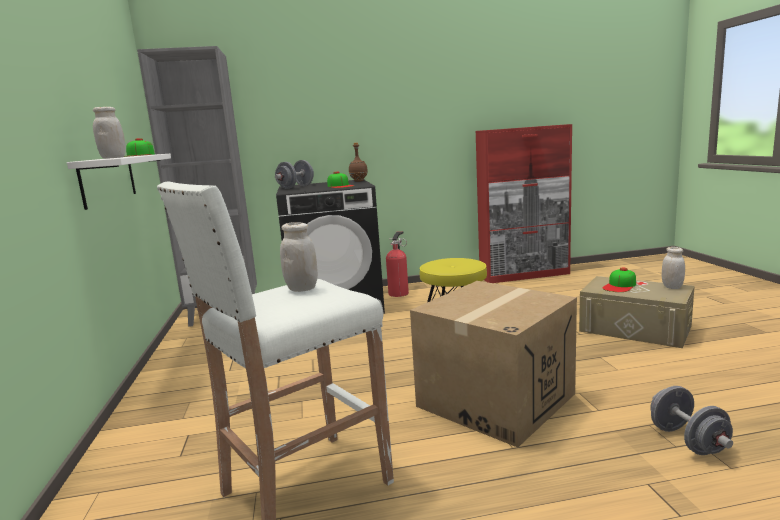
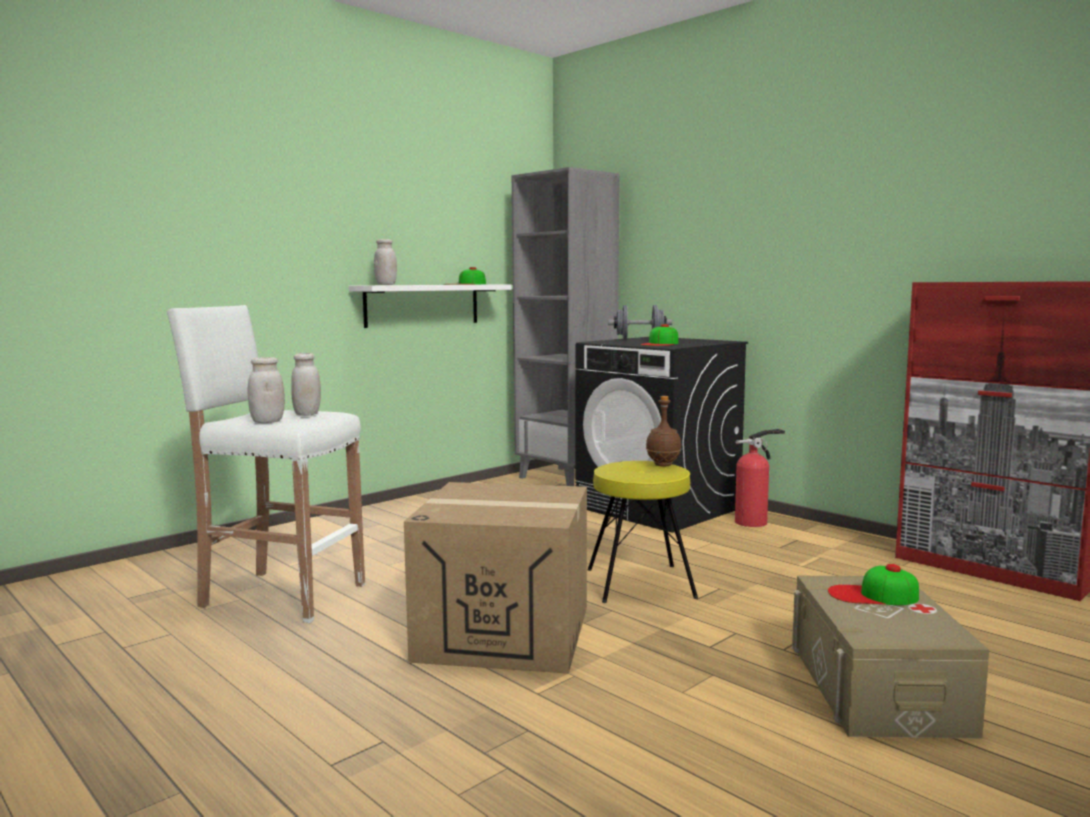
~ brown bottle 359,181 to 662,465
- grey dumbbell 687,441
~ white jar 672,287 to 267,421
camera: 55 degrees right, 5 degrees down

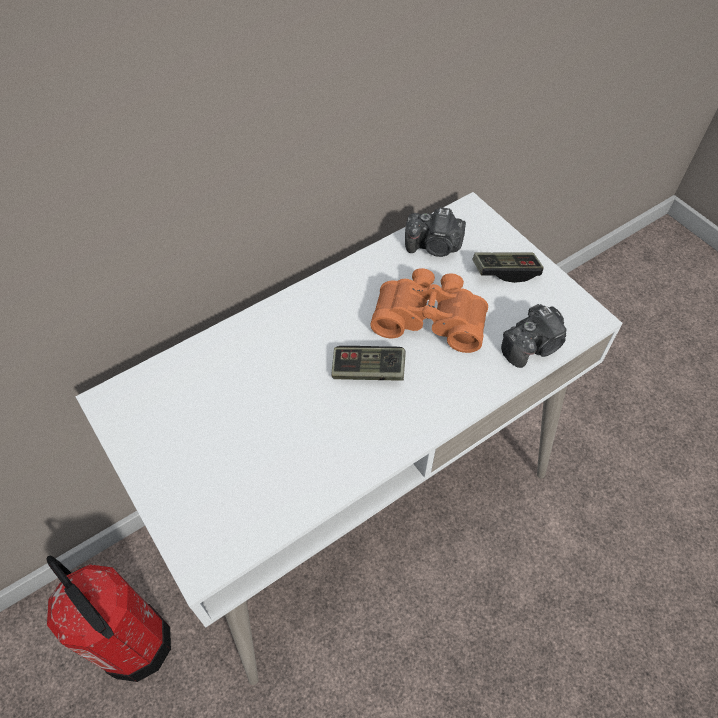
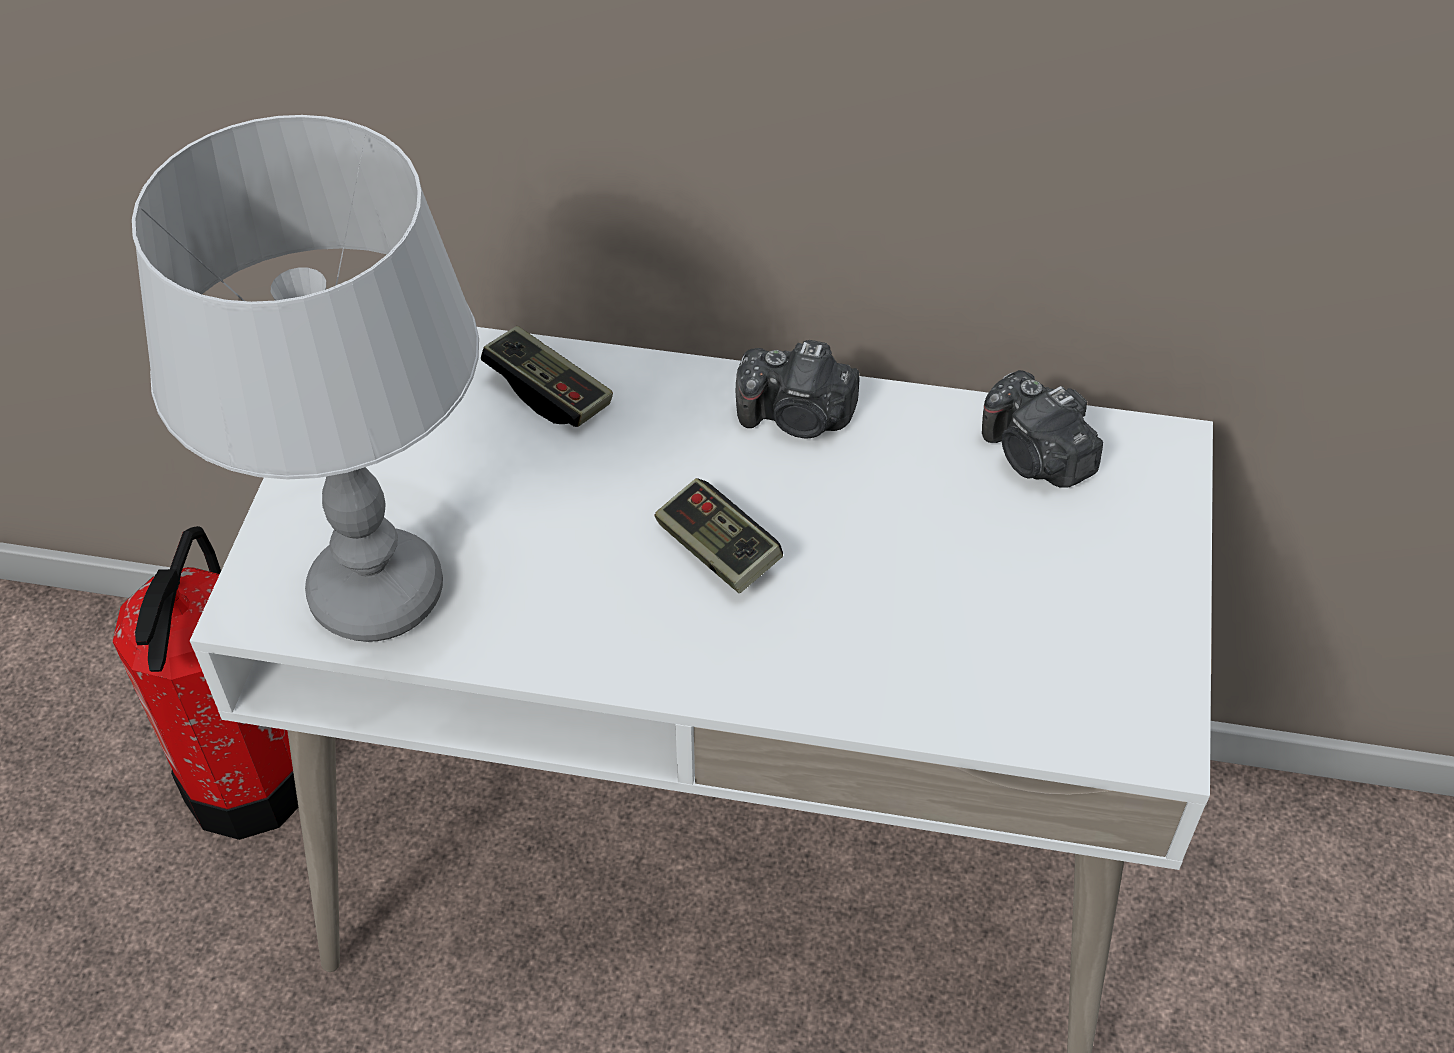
- orange binoculars 430,317
~ game controller 505,272 to 548,392
~ photo camera 532,346 to 797,417
+ grey table lamp 377,592
camera: 45 degrees right, 5 degrees down

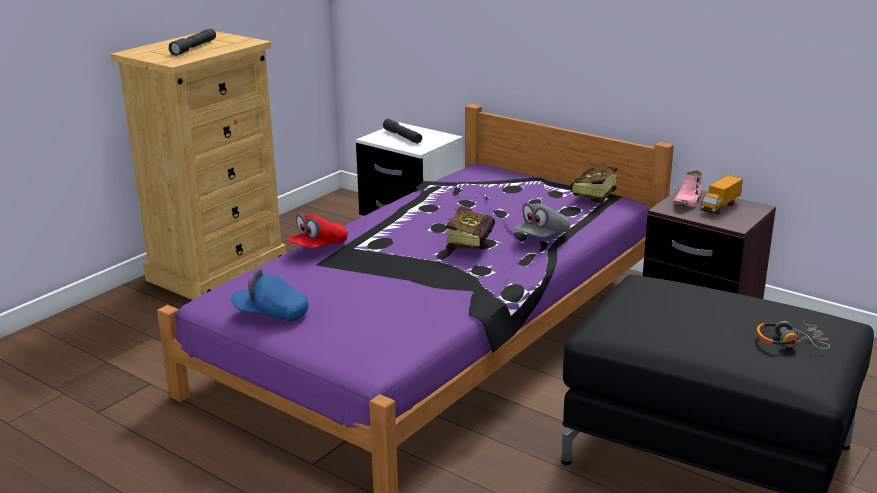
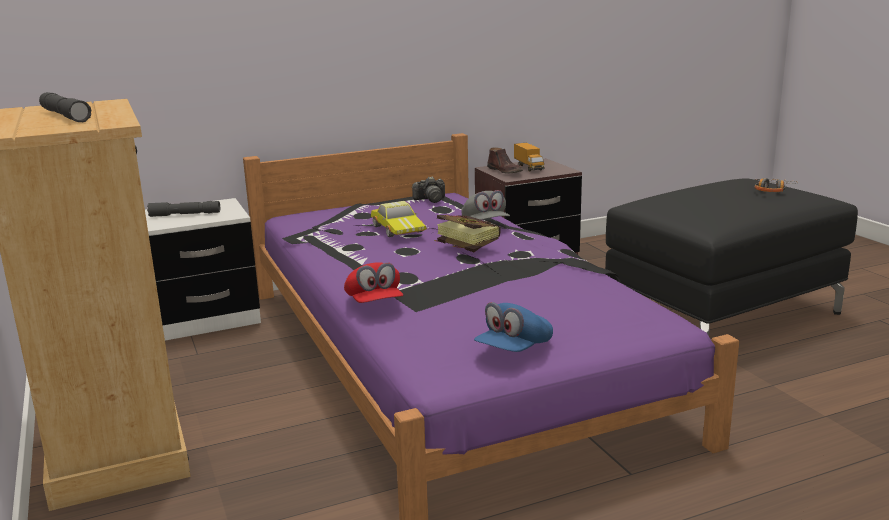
~ book 591,199 to photo camera 430,199
~ pink shoe 688,201 to brown shoe 505,171
+ toy car 399,229
camera: 60 degrees left, 5 degrees down

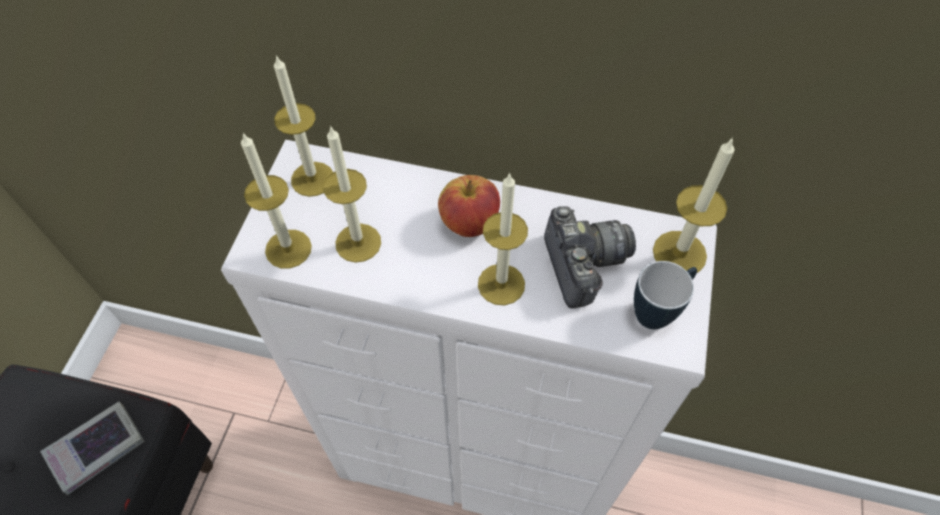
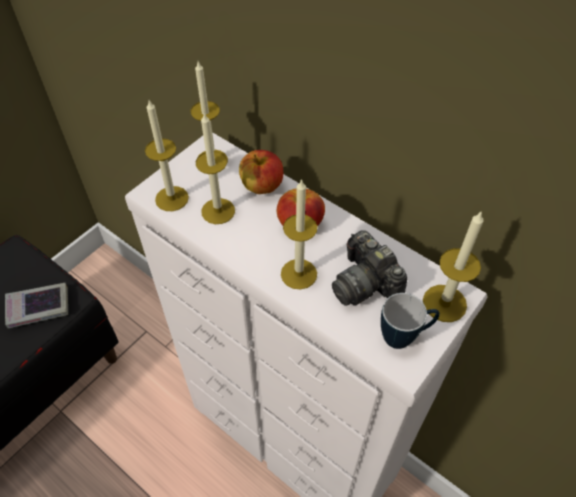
~ photo camera 582,264 = 365,283 135 degrees clockwise
+ apple 262,187
camera: 25 degrees right, 5 degrees down

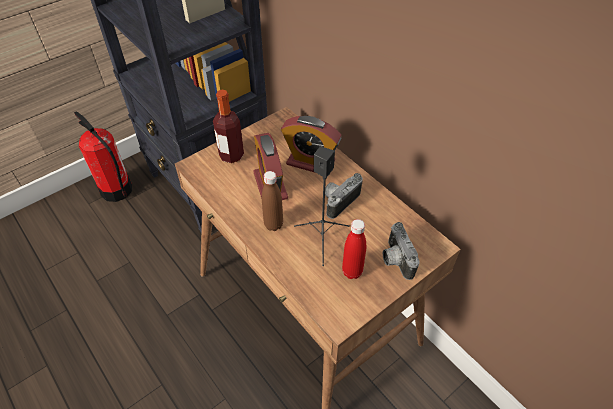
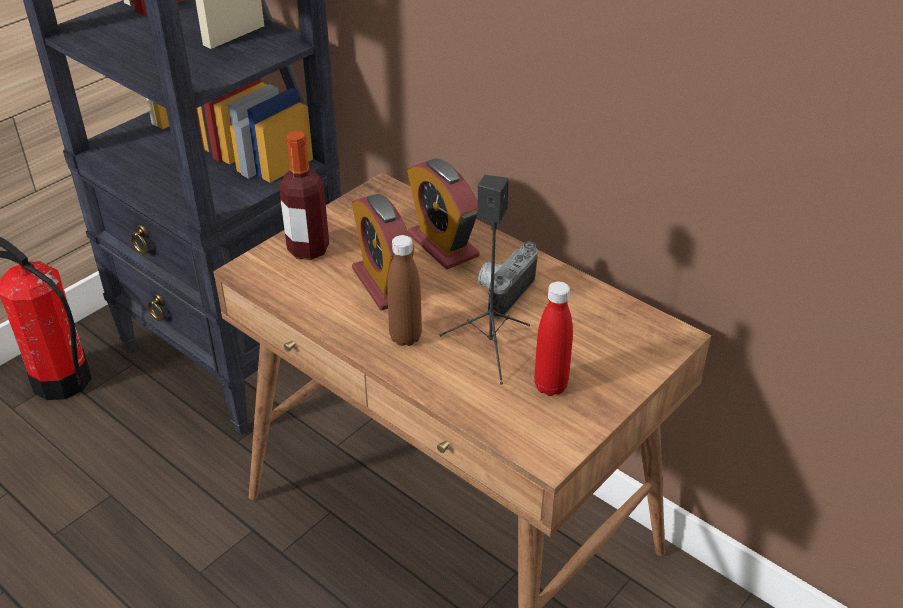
~ alarm clock 310,162 = 443,245 45 degrees clockwise
- photo camera 395,260
camera: 10 degrees left, 10 degrees down

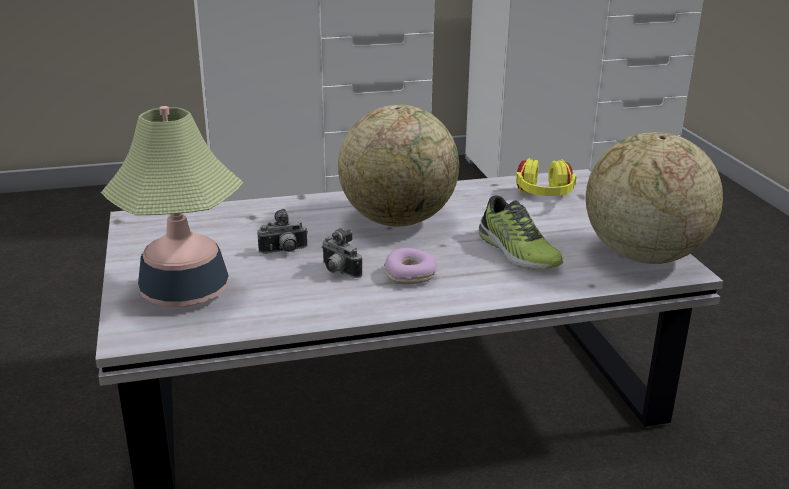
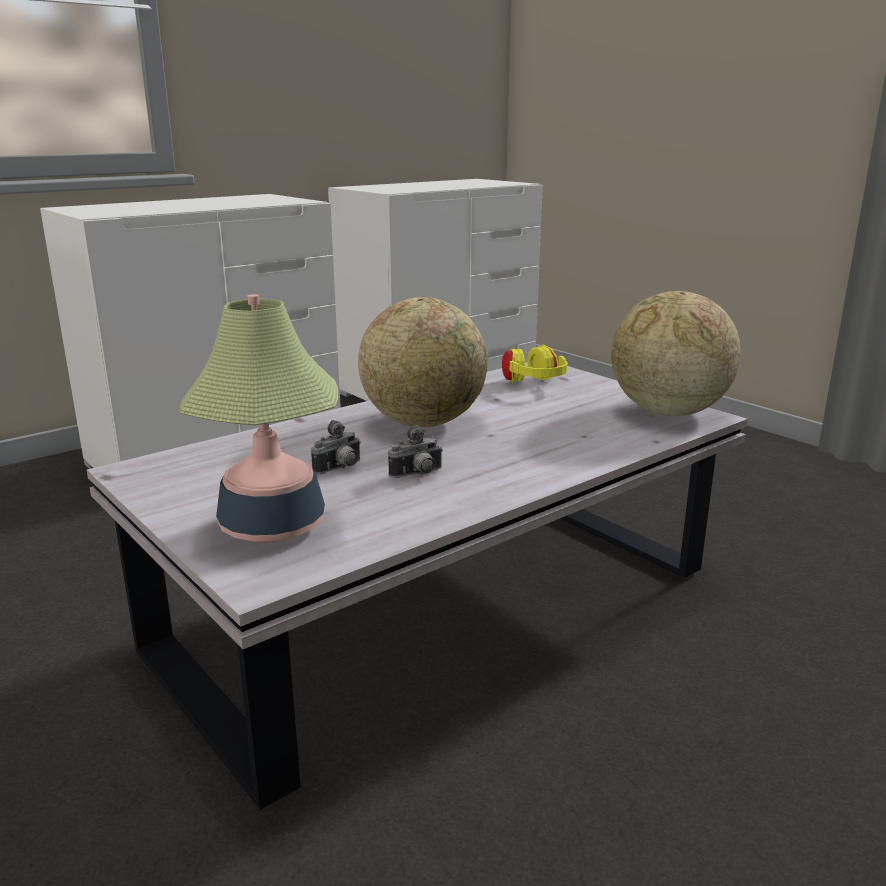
~ photo camera 338,271 = 418,475 45 degrees counterclockwise
- donut 410,275
- shoe 516,252
camera: 25 degrees left, 5 degrees down

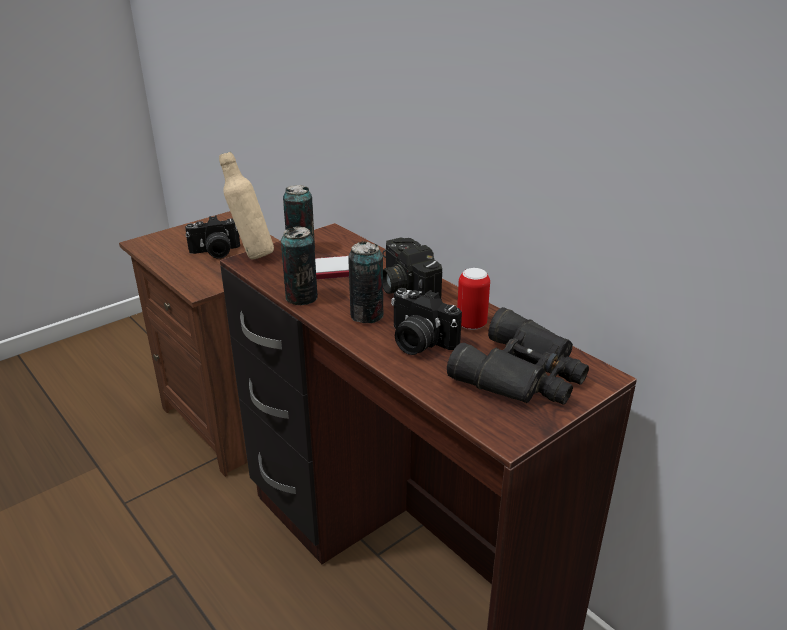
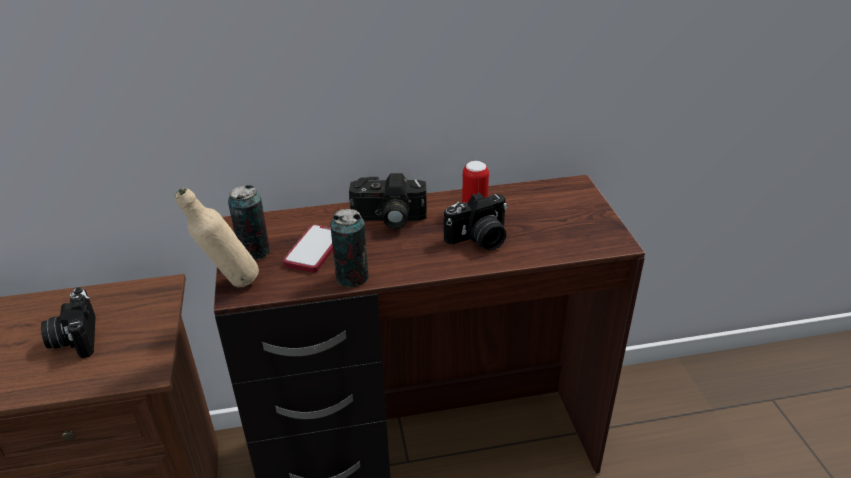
~ photo camera 215,252 = 75,338 150 degrees clockwise
- can 367,315
- black binoculars 524,374
camera: 60 degrees left, 5 degrees up

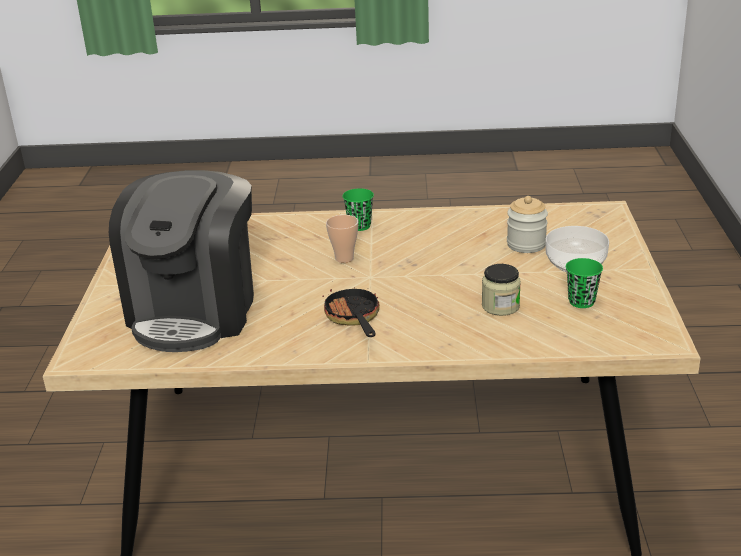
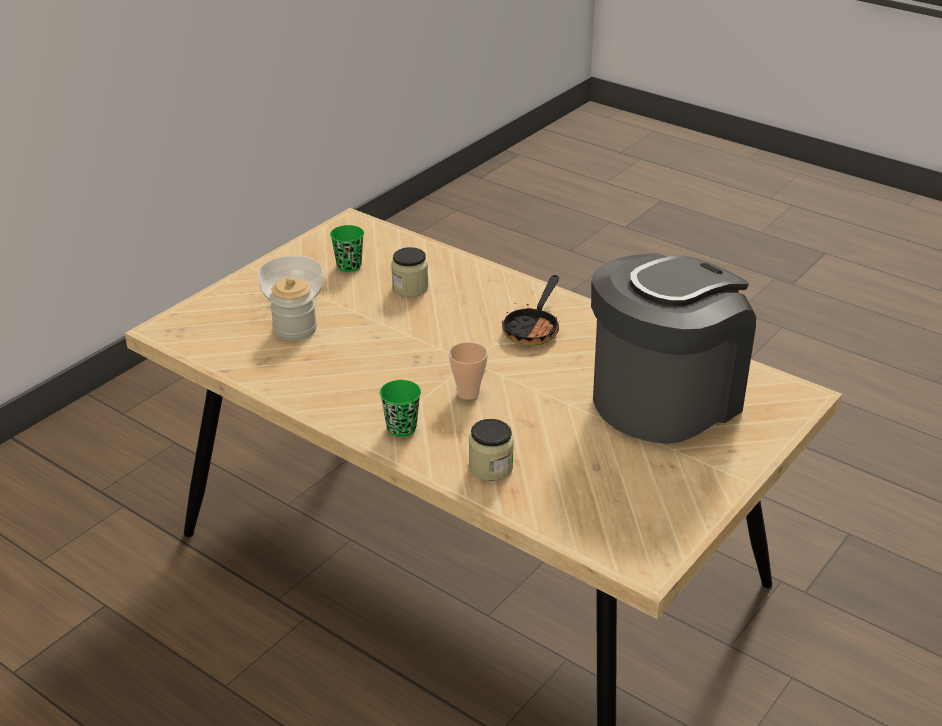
+ jar 490,467
camera: 145 degrees left, 5 degrees up

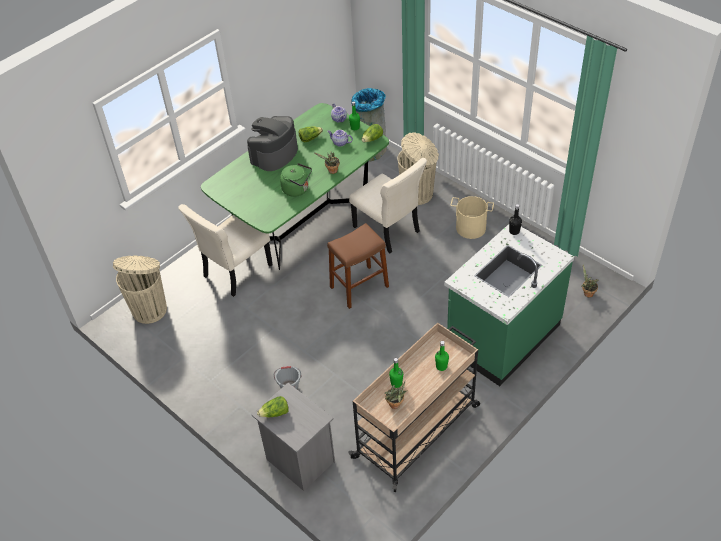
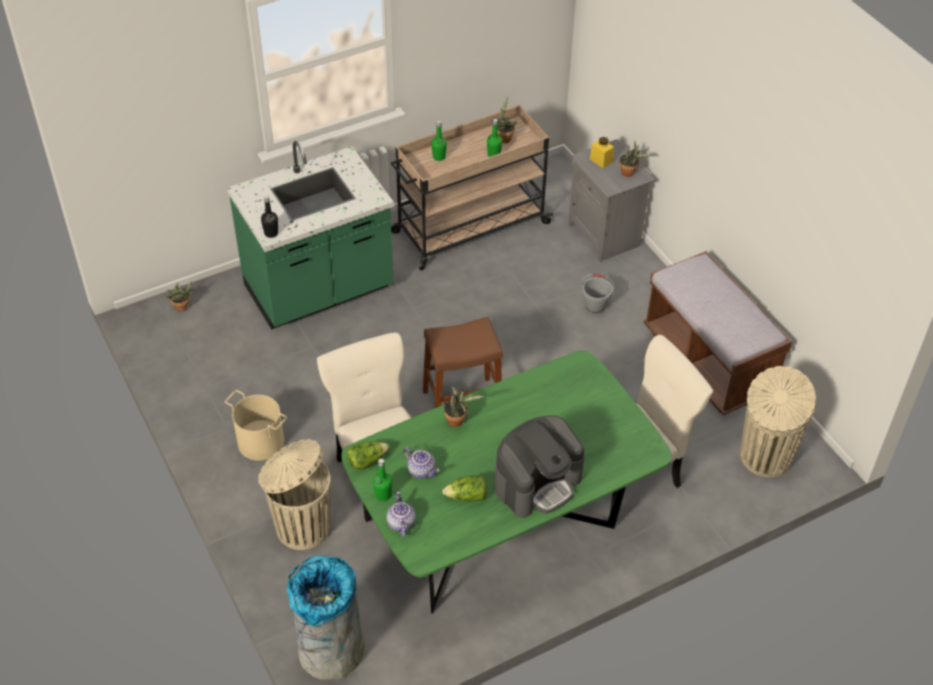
~ lettuce 275,413 to potted plant 629,173
- green kettle 297,189
+ yellow jar 601,160
+ brown bench 708,362
camera: 165 degrees left, 0 degrees up

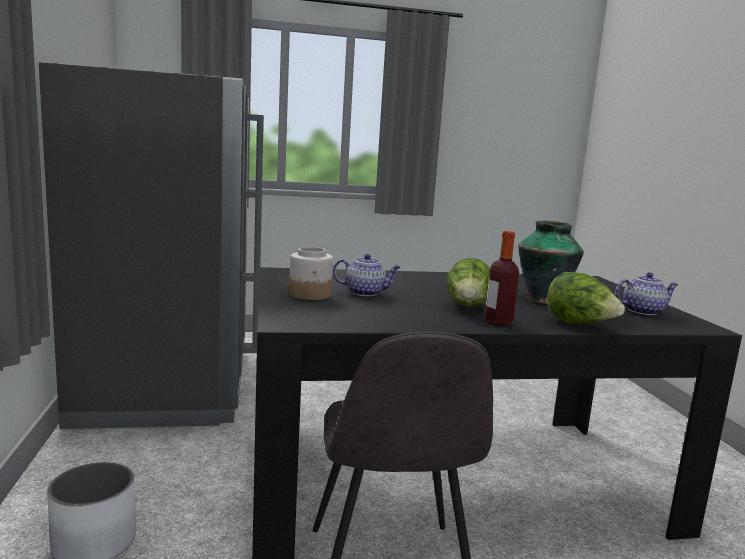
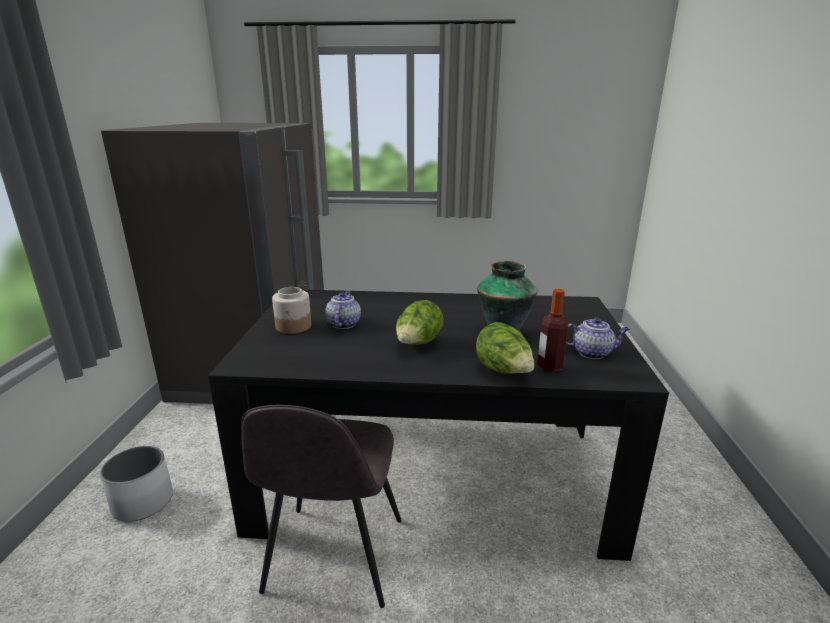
~ teapot 365,293 = 343,324 105 degrees counterclockwise
~ bottle 498,322 to 549,366
camera: 15 degrees right, 10 degrees up

